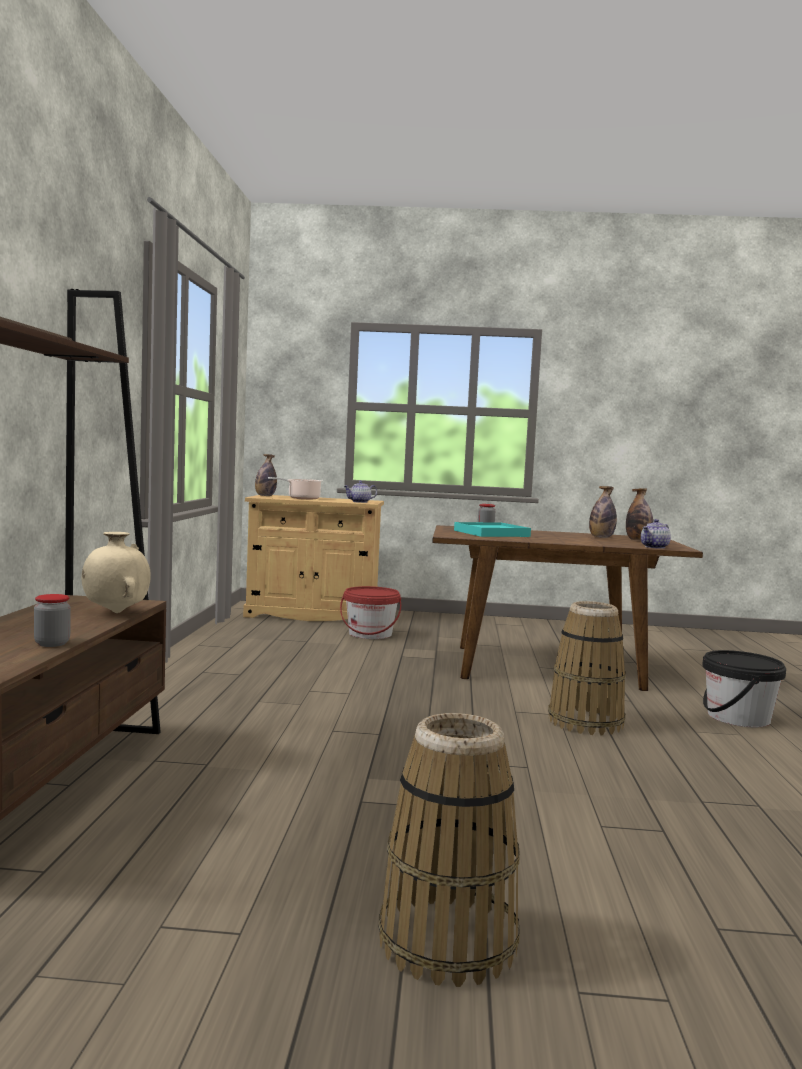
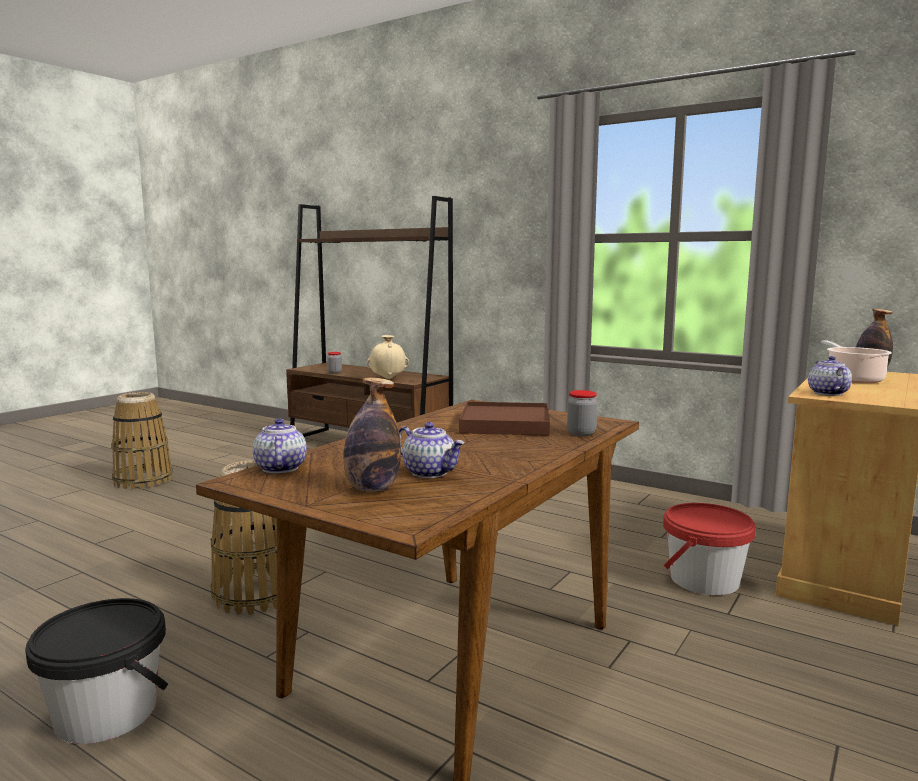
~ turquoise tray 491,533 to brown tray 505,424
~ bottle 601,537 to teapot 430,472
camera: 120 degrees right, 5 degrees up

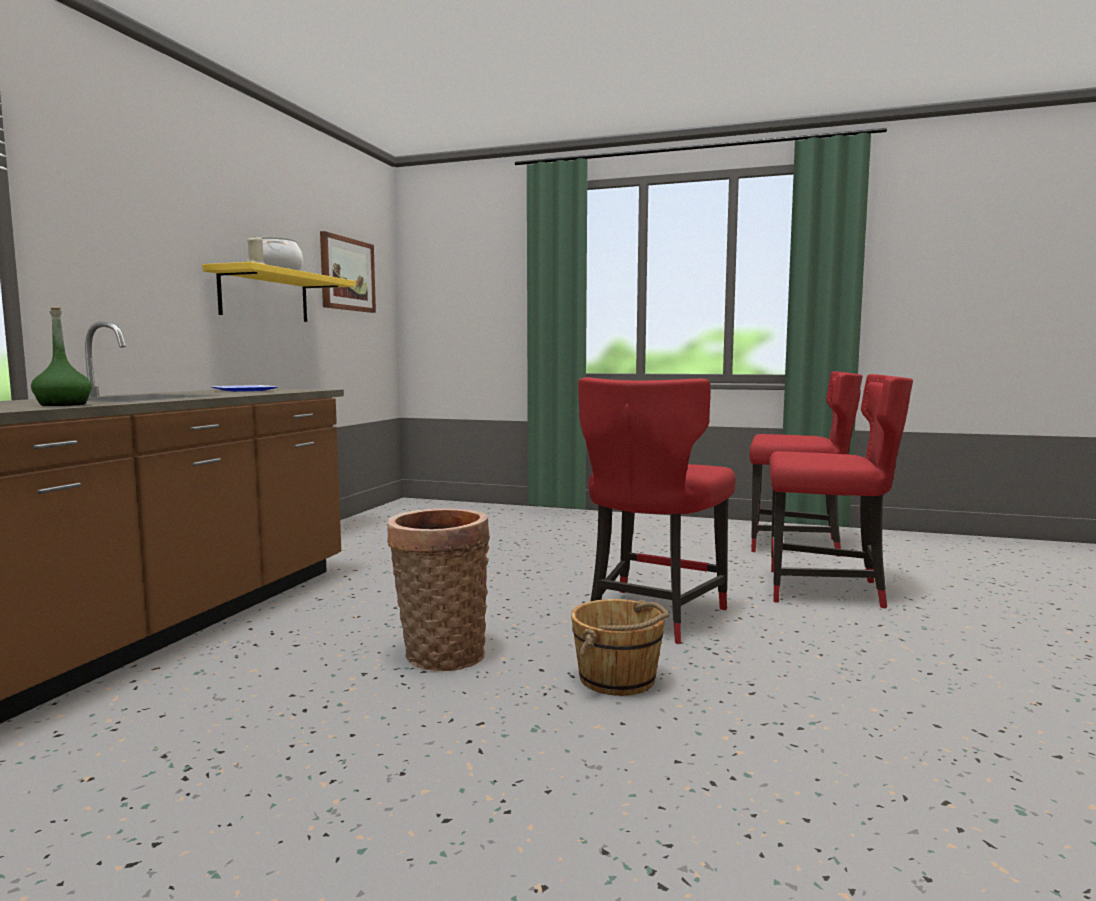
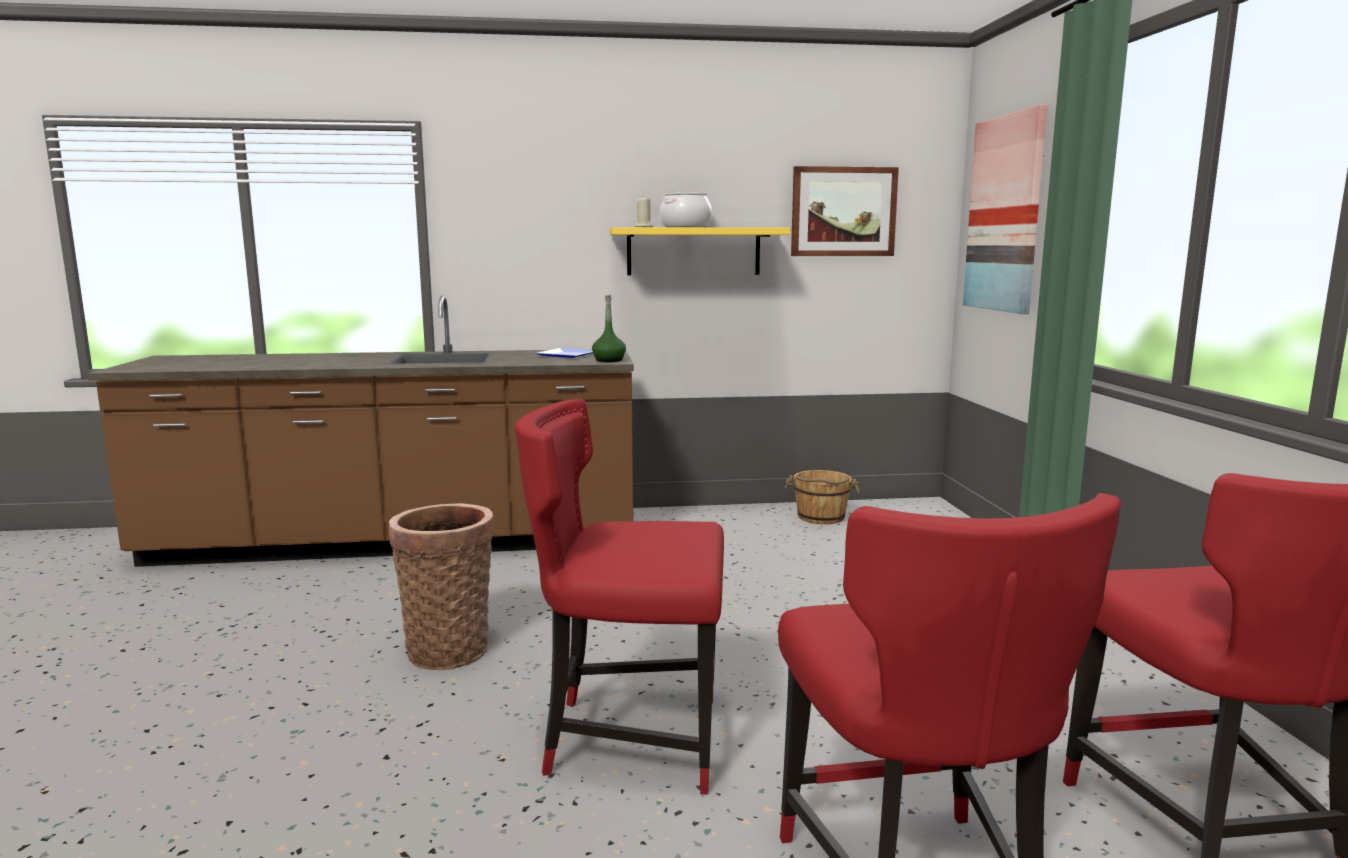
~ green bottle 63,405 to 609,360
~ brown bucket 618,679 to 820,517
+ picture 1005,214
camera: 65 degrees right, 5 degrees up

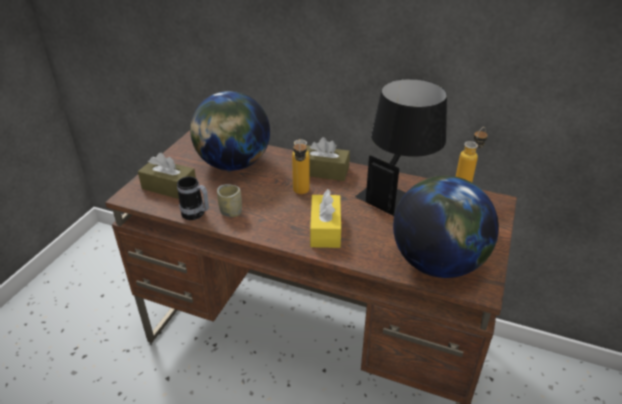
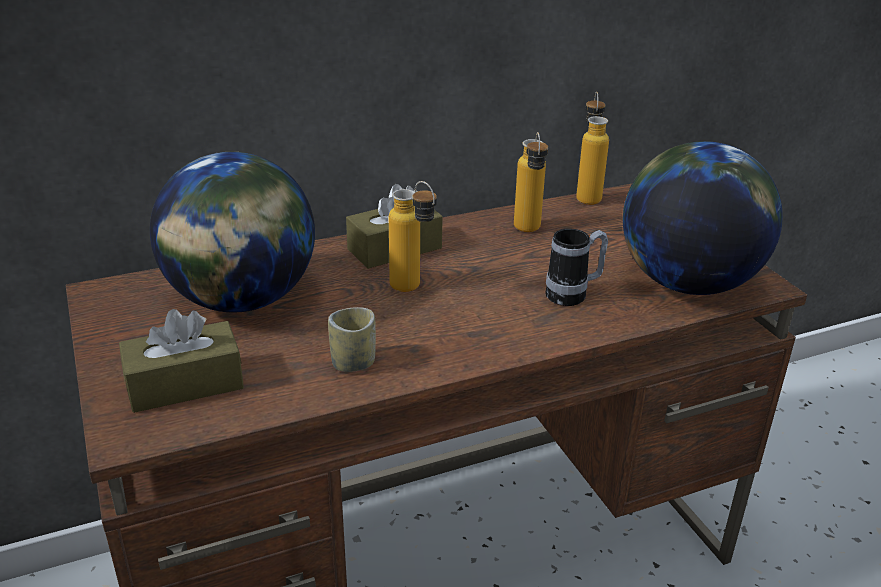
~ mug 196,215 to 573,295
- yellow tissue box 325,229
~ black table lamp 398,193 to bottle 528,232
camera: 45 degrees left, 5 degrees down

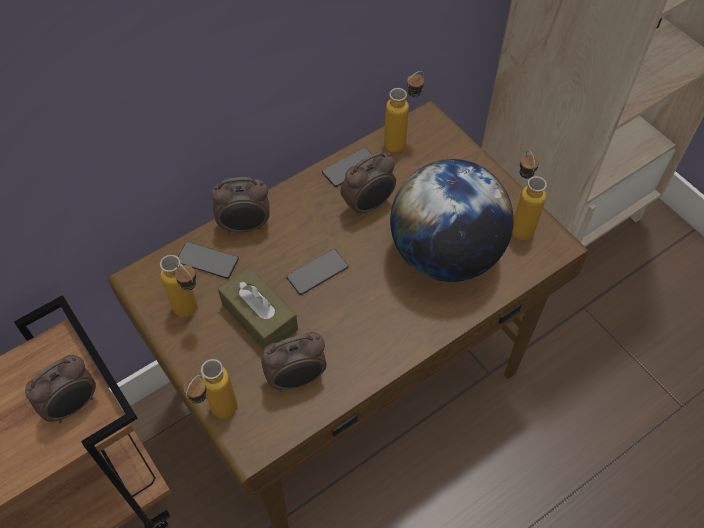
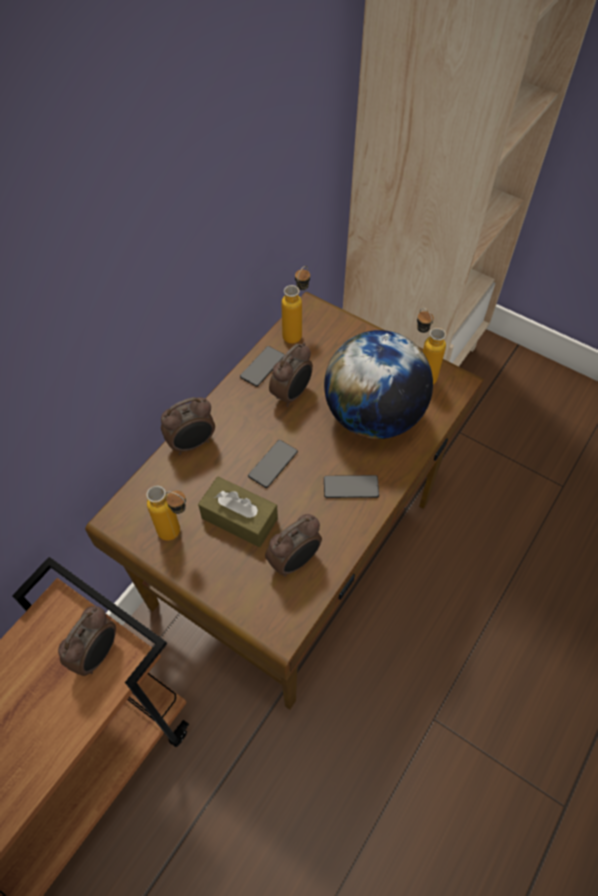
~ phone 207,261 to 351,487
- bottle 217,416
camera: 20 degrees left, 0 degrees up

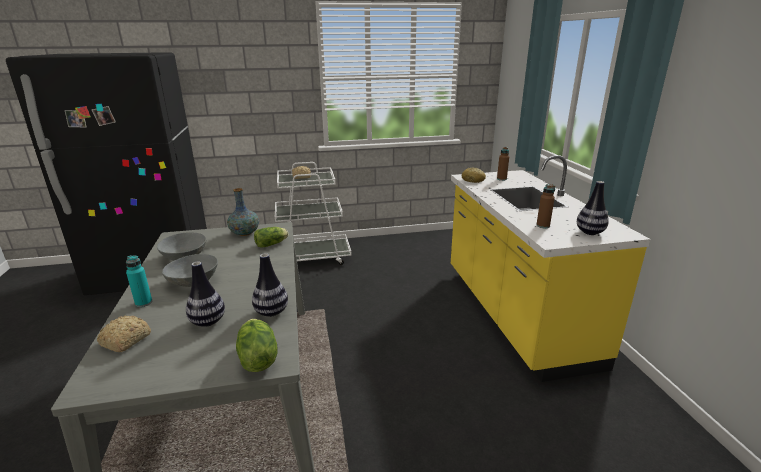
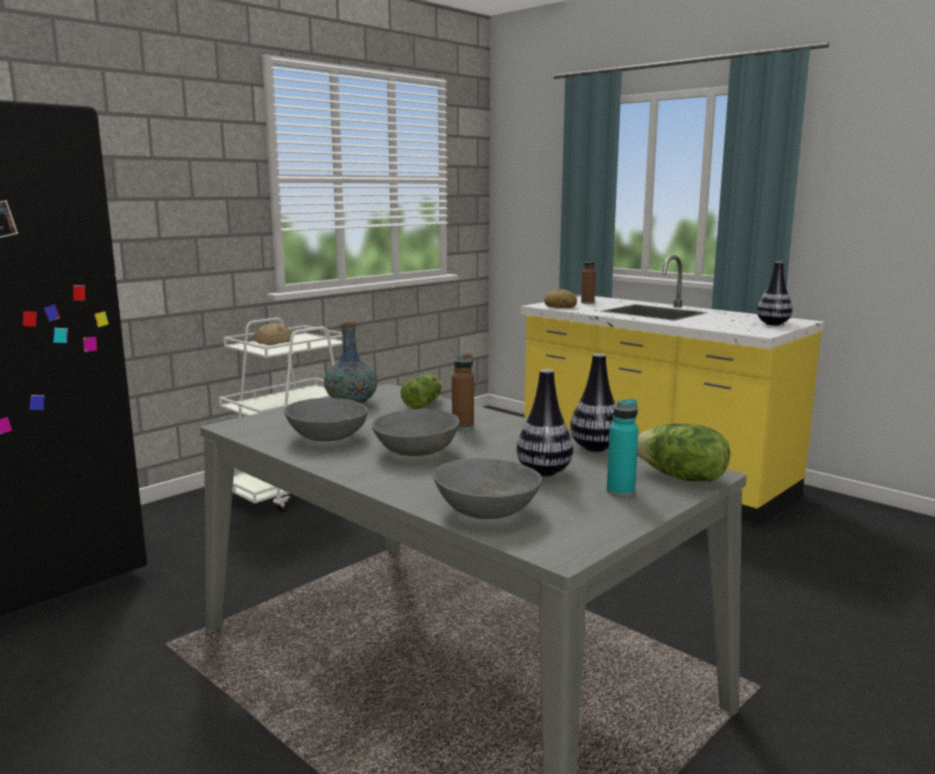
~ bread 124,341 to grey bowl 485,512
~ turquoise bottle 143,303 to 620,491
~ brown bottle 543,226 to 463,427
camera: 35 degrees left, 10 degrees down

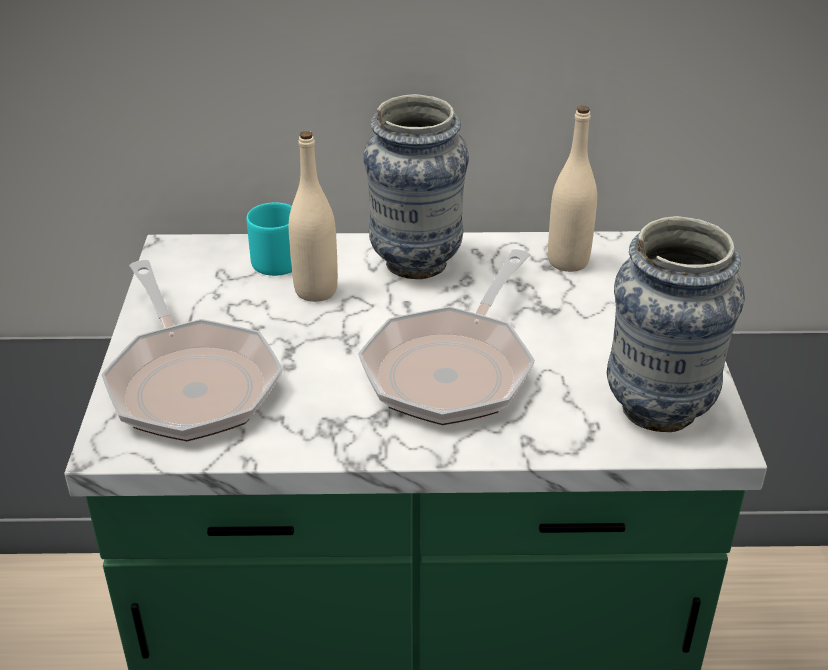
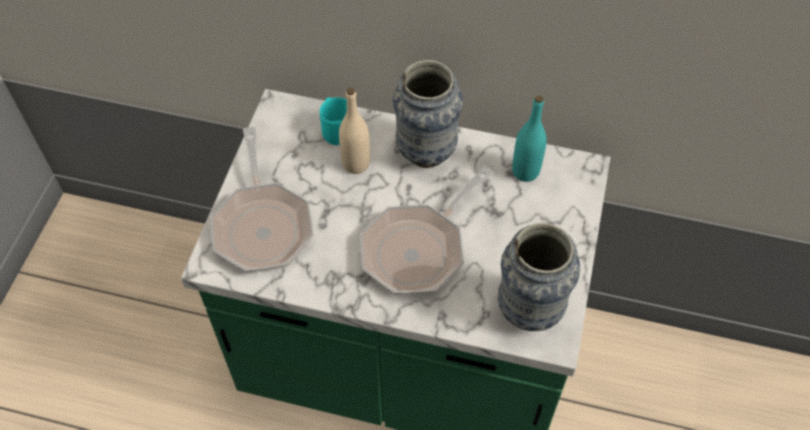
~ beige bottle 568,262 to turquoise bottle 525,171
camera: 15 degrees right, 20 degrees up

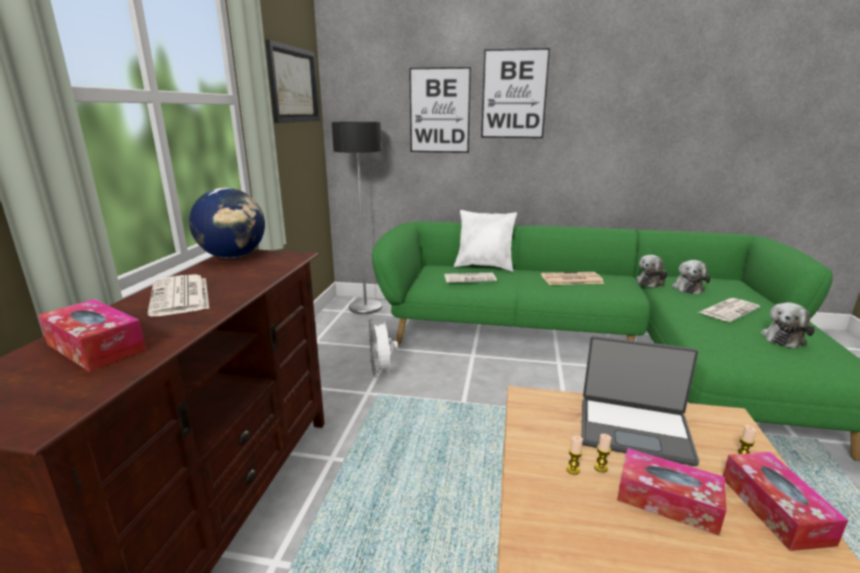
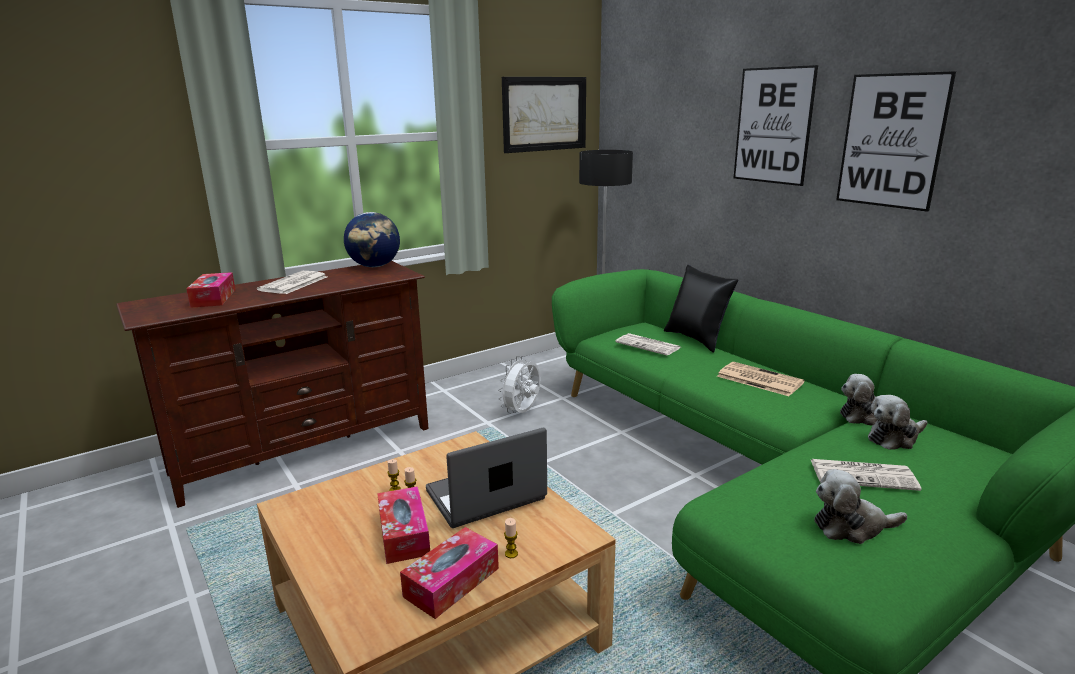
~ picture 439,111 to 891,141
~ white pillow 485,266 to black pillow 697,339
~ laptop 634,430 = 486,497 90 degrees clockwise
camera: 45 degrees right, 0 degrees up

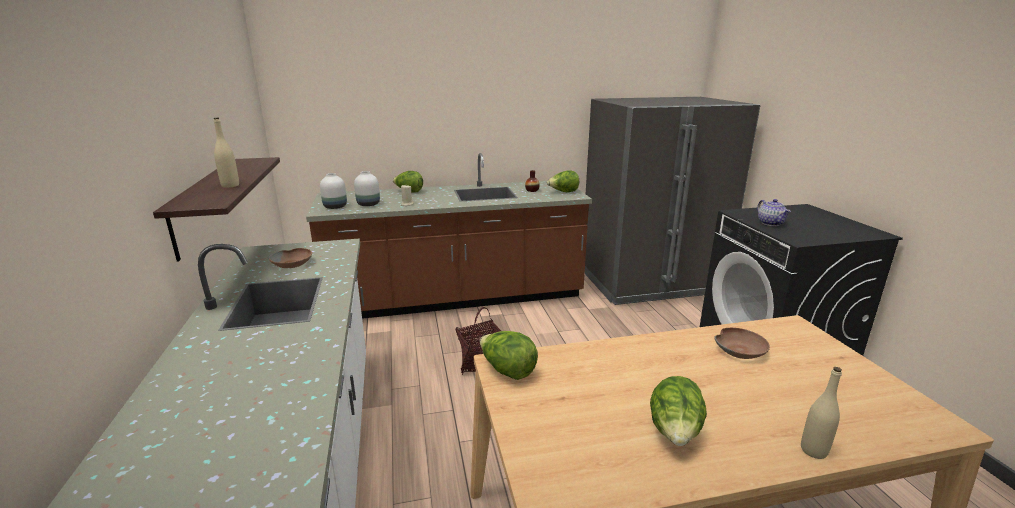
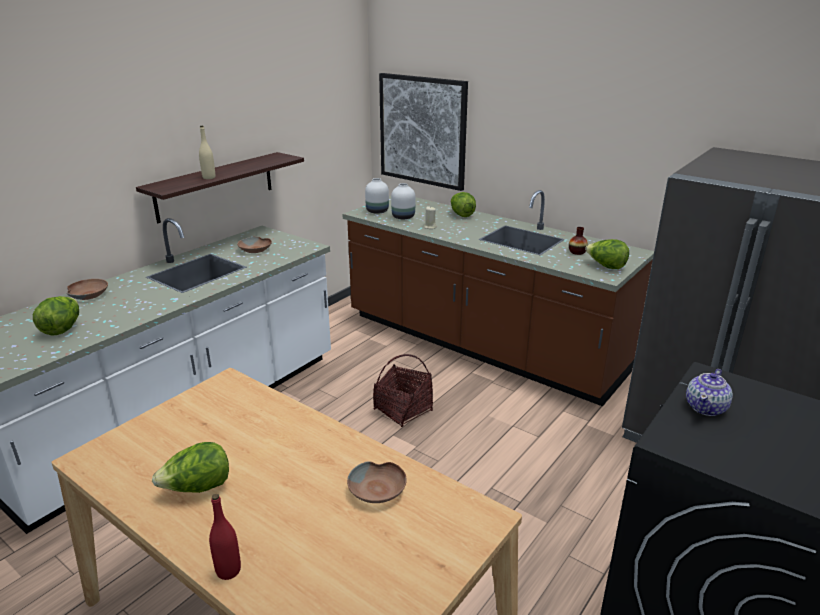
~ lettuce 507,371 to 62,329
~ beige bottle 813,451 to red bottle 228,570
+ brown bowl 89,294
+ picture 422,130
camera: 50 degrees right, 5 degrees up

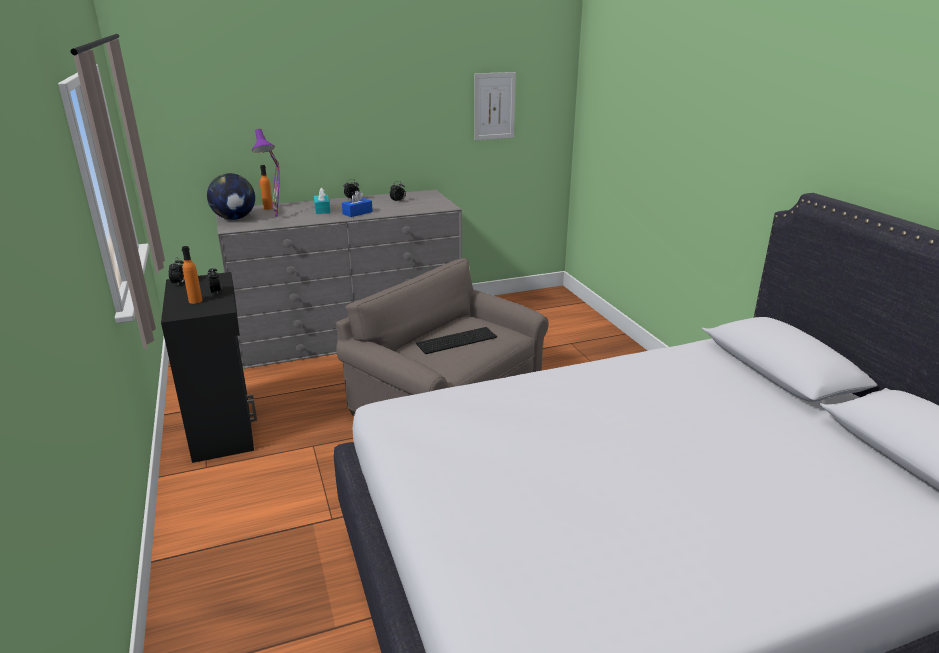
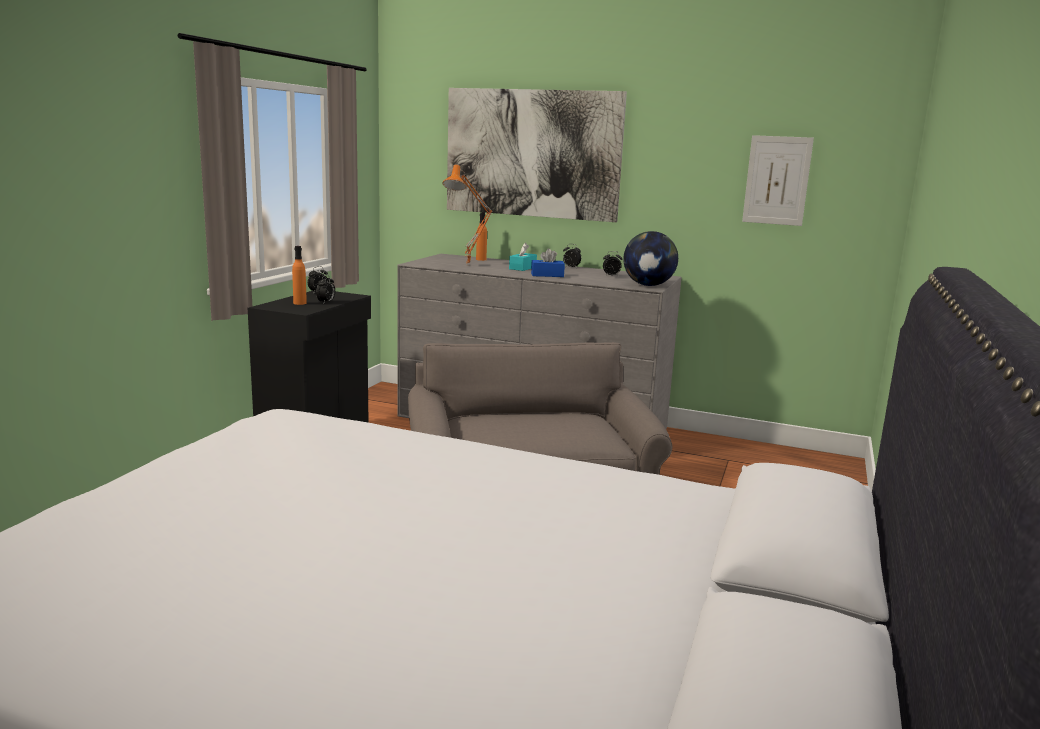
~ globe 234,218 to 648,285
~ purple table lamp 278,218 to orange table lamp 469,266
- keyboard 457,340
+ picture 532,153
camera: 40 degrees right, 10 degrees down

